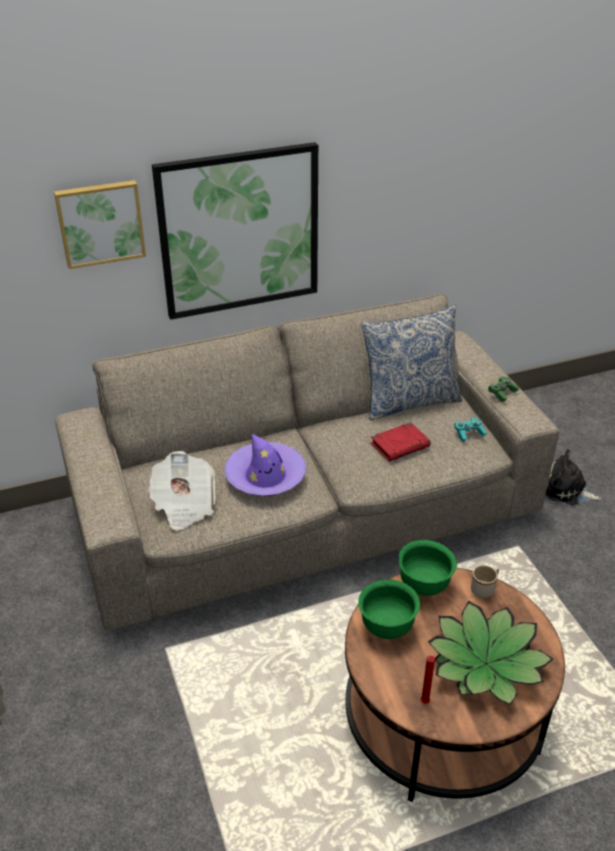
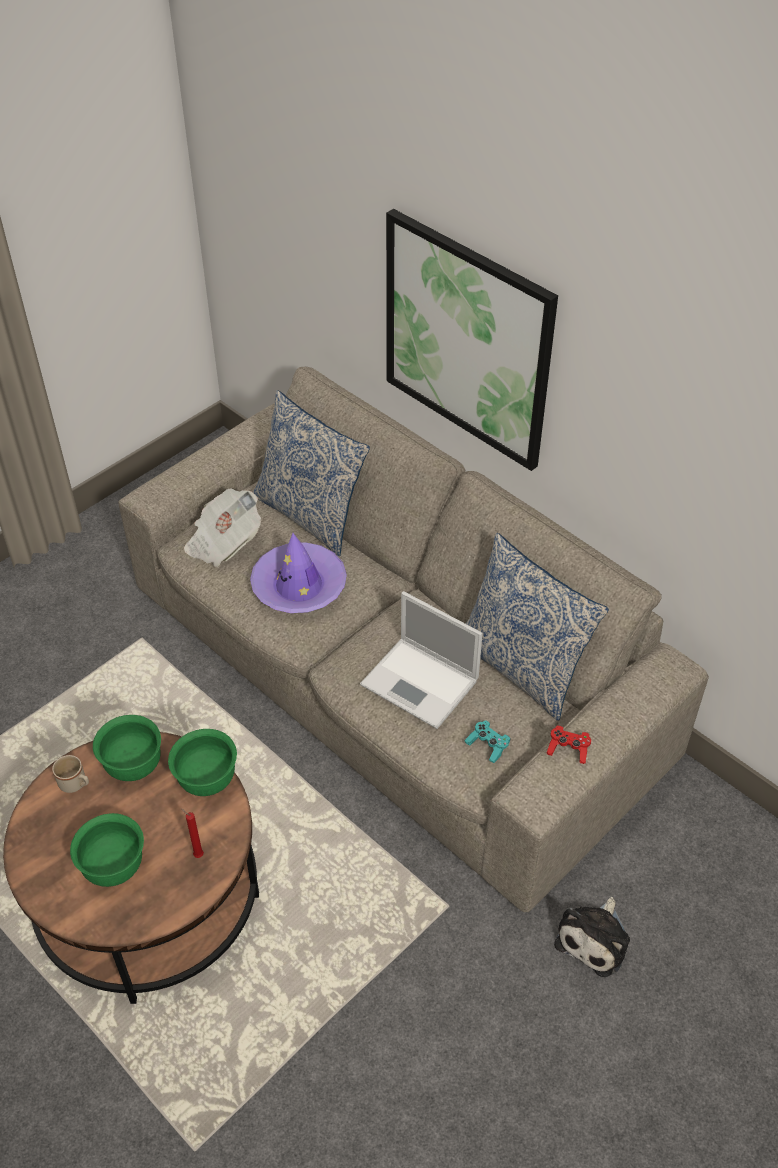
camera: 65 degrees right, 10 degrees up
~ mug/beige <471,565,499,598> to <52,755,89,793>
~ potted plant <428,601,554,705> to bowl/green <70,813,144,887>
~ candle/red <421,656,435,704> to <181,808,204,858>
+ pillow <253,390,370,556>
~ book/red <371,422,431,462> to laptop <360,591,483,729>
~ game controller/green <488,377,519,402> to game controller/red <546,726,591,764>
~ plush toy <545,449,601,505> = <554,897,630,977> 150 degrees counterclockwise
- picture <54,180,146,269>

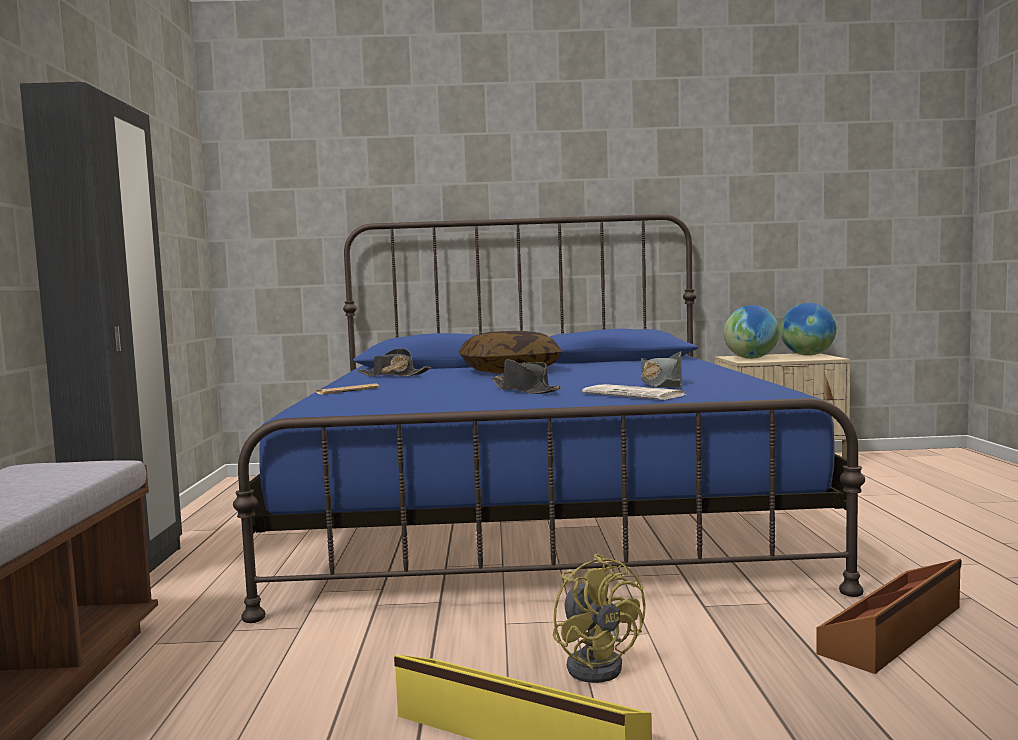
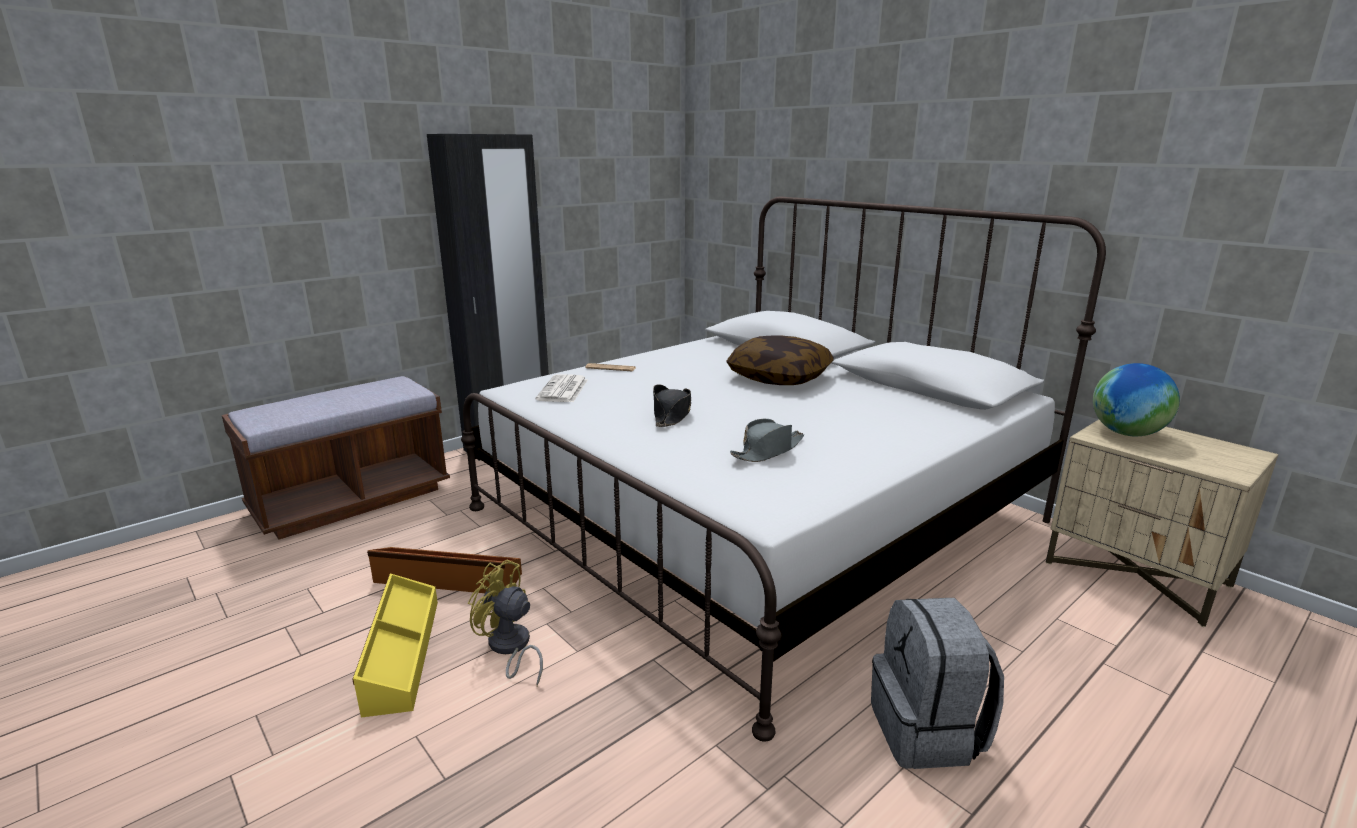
camera: 50 degrees right, 15 degrees up
~ storage box/brown <816,559,961,674> to <367,547,522,593>
~ bed/blue <233,214,865,623> to bed/white <461,197,1106,742>
~ fan/yellow <553,554,646,683> = <468,559,543,686> 90 degrees clockwise
~ newspaper <582,384,685,400> to <536,374,588,402>
+ backpack/grey <871,598,1004,769>
- hat/black <358,348,431,377>
- globe <780,303,837,356>

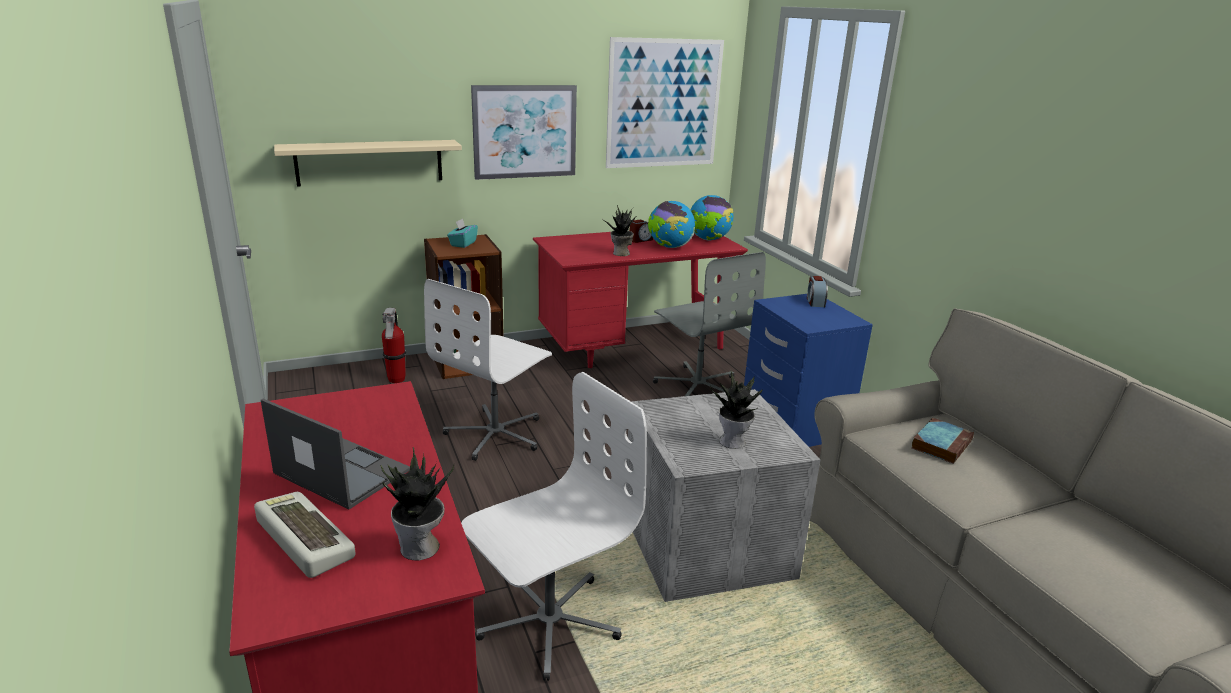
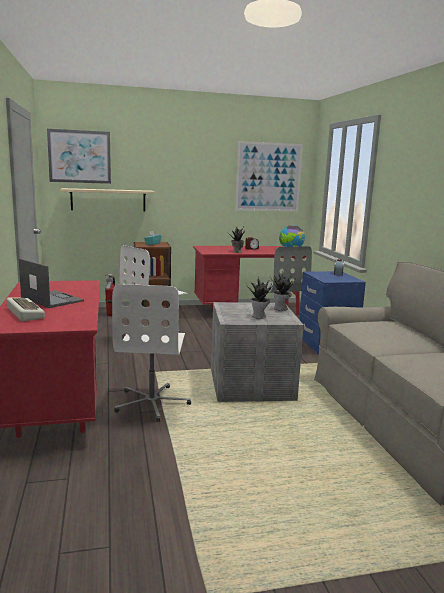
camera: 10 degrees right, 10 degrees down
~ picture <471,85,577,180> to <47,129,111,184>
~ office chair/white <461,372,647,681> = <112,284,191,422> 120 degrees clockwise
~ potted plant <381,447,454,560> to <271,271,296,311>
- globe <648,201,695,248>
- book <912,418,974,464>

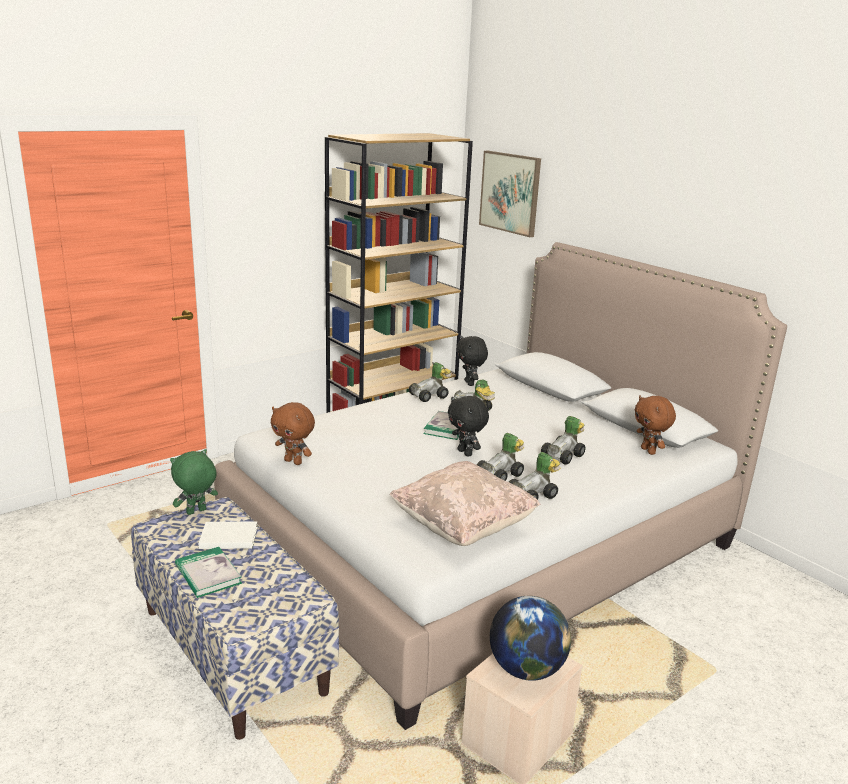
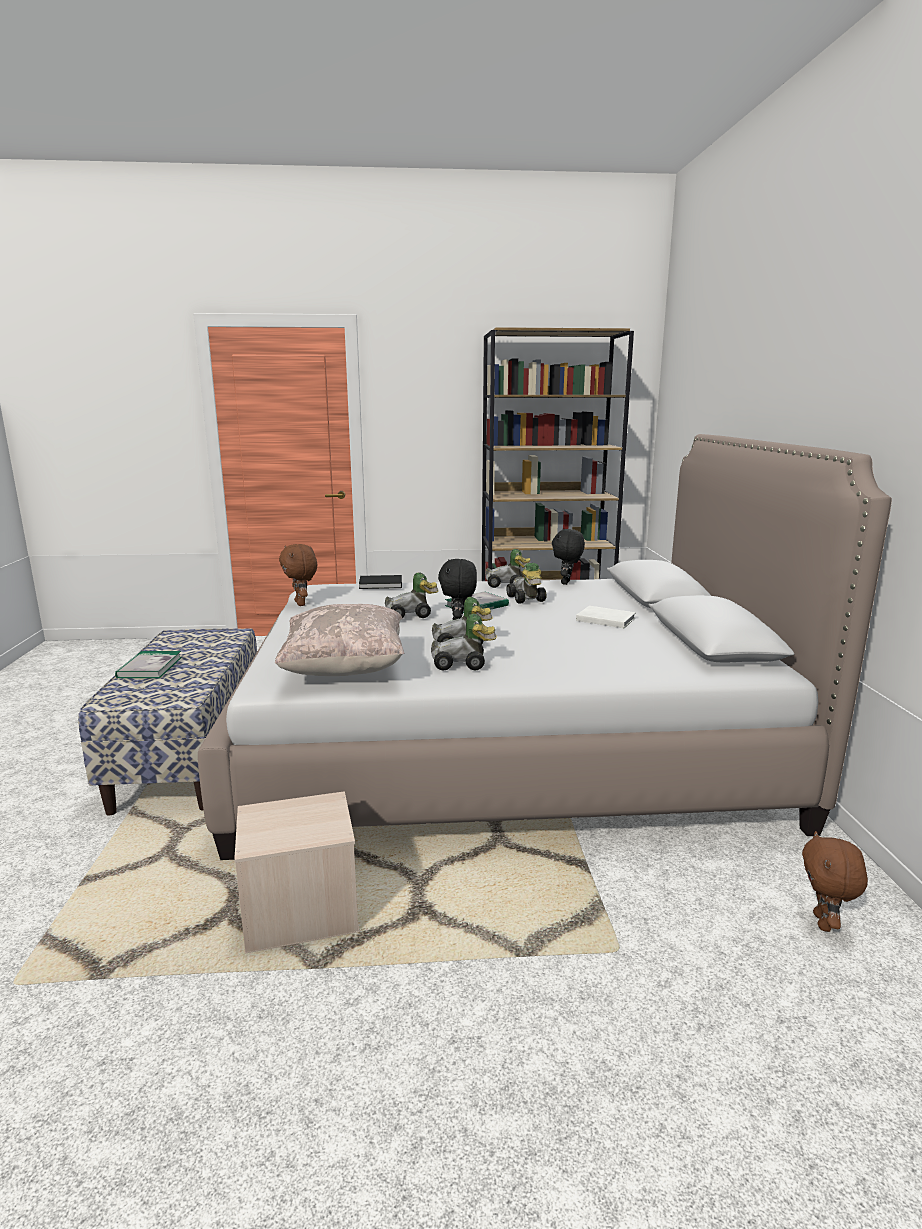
camera: 35 degrees right, 5 degrees down
+ book/black <359,575,402,589>
~ toy car <541,416,586,465> to <385,572,439,618>
~ book/white <198,522,257,549> to <576,606,636,628>
~ plush toy/brown <634,395,676,455> to <802,831,868,932>
- plush toy/green <170,449,218,515>
- picture <479,151,541,237>
- globe <490,596,571,681>

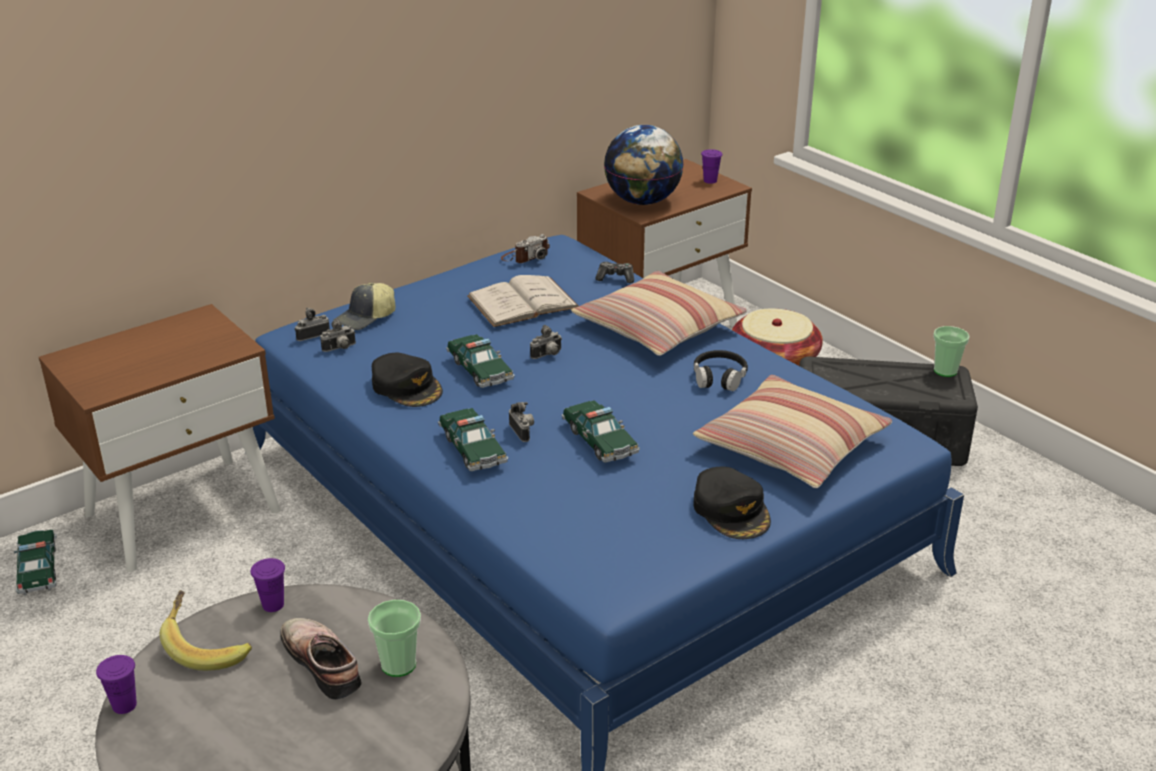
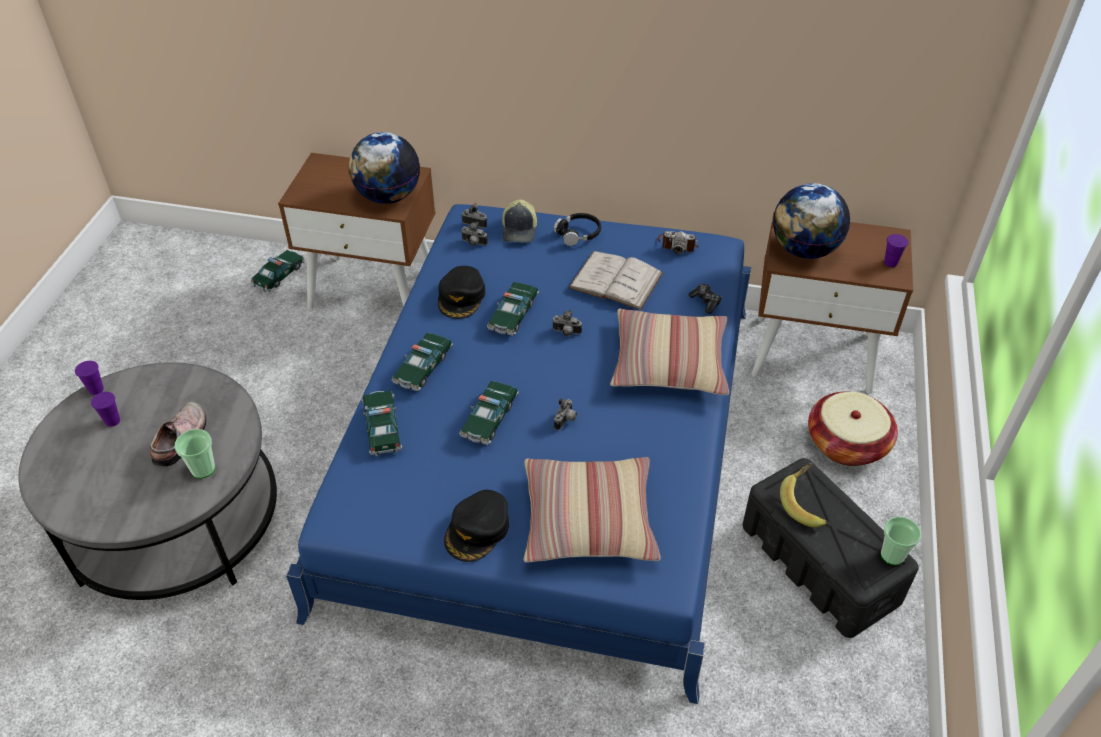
camera: 50 degrees right, 15 degrees up
~ cup/purple <251,558,285,612> to <91,392,120,427>
+ globe <349,132,420,204>
+ toy car <361,391,402,456>
~ cap <334,283,396,330> = <502,199,537,243> 90 degrees counterclockwise
~ headphones/black <694,350,748,391> to <554,213,601,246>
~ photo camera <509,402,534,442> to <554,398,577,430>
~ banana <160,590,252,671> to <780,463,827,527>

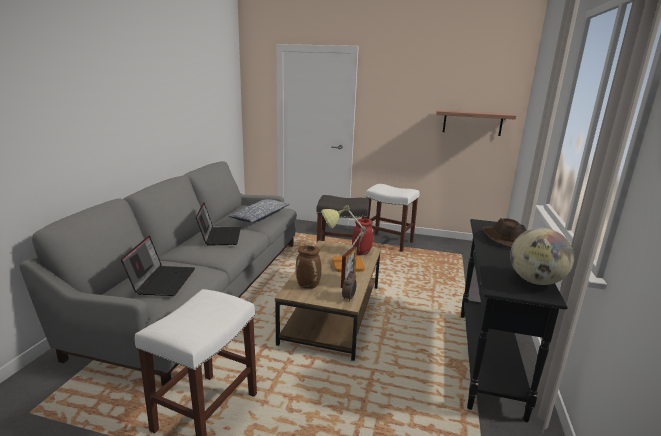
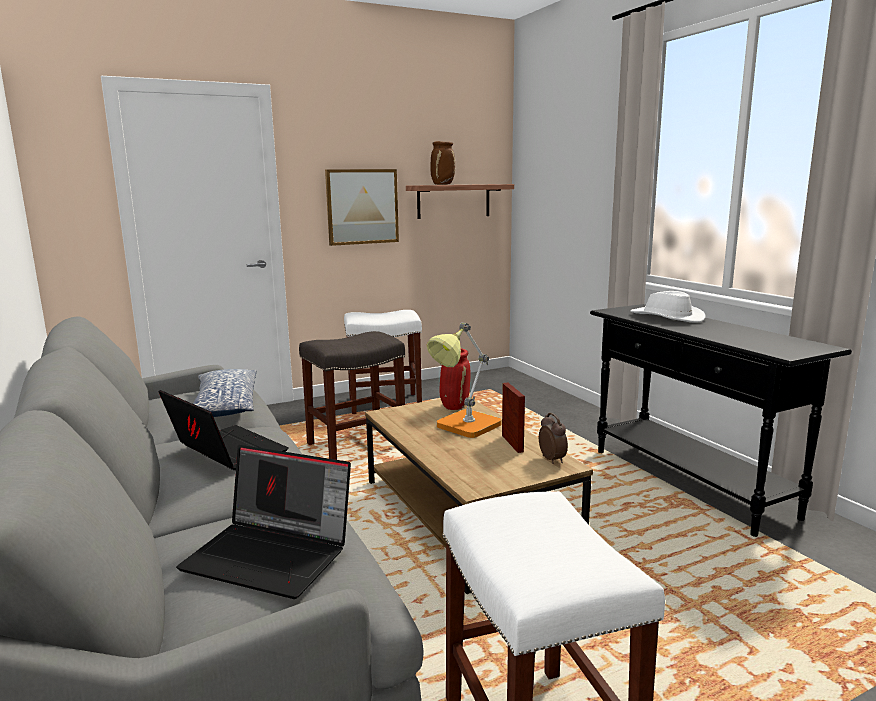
camera: 40 degrees left, 5 degrees down
~ laptop <121,235,195,296> = <176,445,351,599> 150 degrees clockwise
+ picture <325,169,399,246>
~ vase/brown <296,245,321,289> to <430,141,455,185>
~ hat/brown <482,218,525,248> to hat/white <630,291,705,323>
- globe <510,228,574,285>

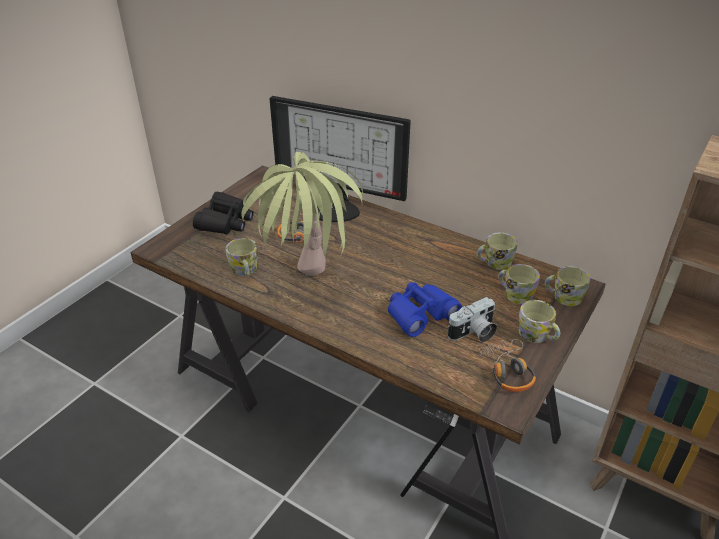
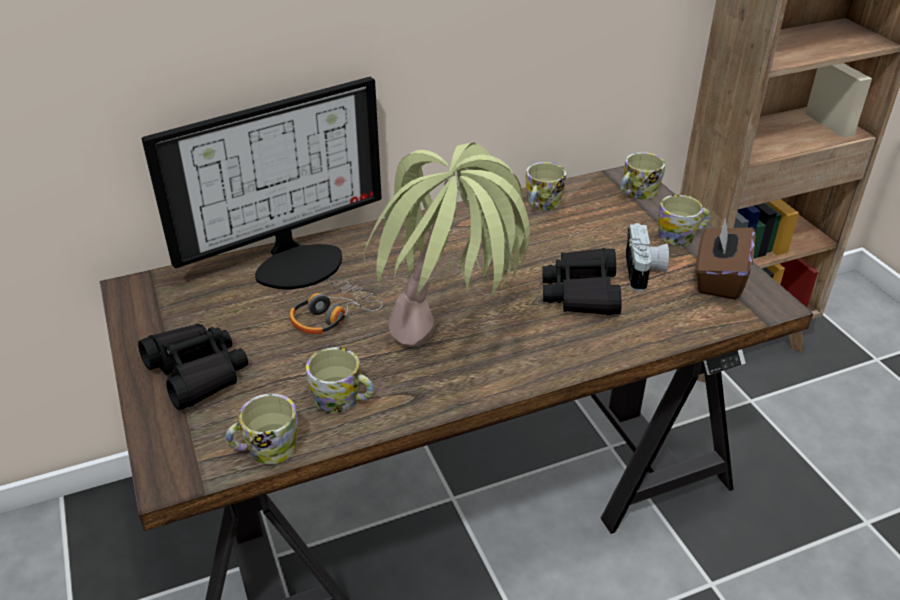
camera: 55 degrees left, 0 degrees up
~ mug <498,264,540,304> to <225,394,298,464>
~ binoculars/blue <388,282,462,337> to binoculars/black <542,248,622,315>
~ headphones <474,339,536,392> to tissue box/brown <696,218,756,300>

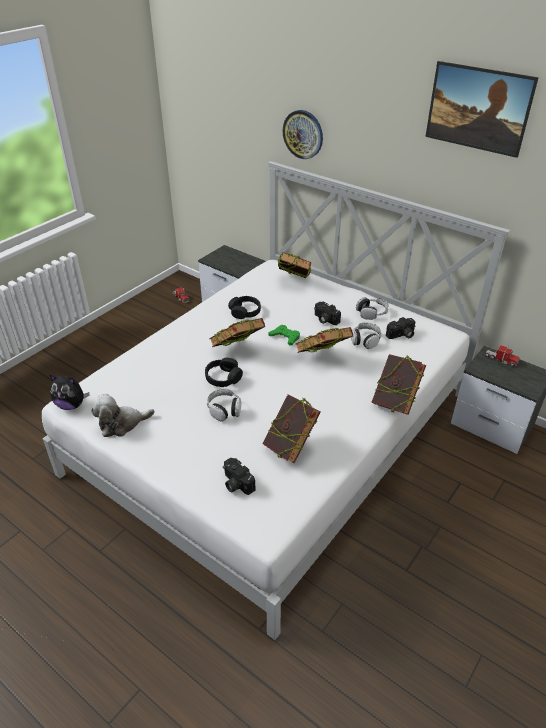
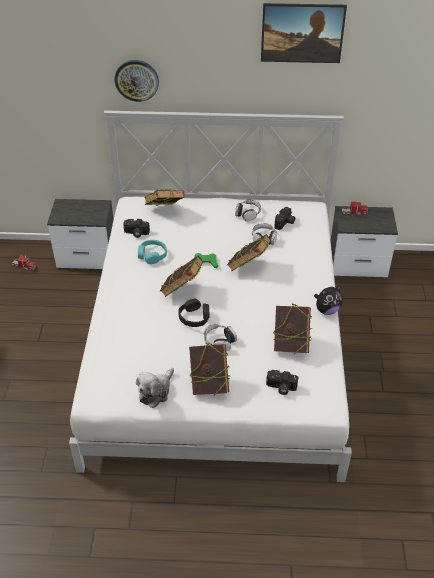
camera: 35 degrees left, 5 degrees up
~ photo camera <314,302,341,325> to <123,219,150,238>
~ headphones/black <228,296,261,319> to headphones/turquoise <138,240,167,264>
~ book <372,354,426,415> to <189,342,230,396>
~ plush toy <50,375,89,410> to <314,285,343,315>

